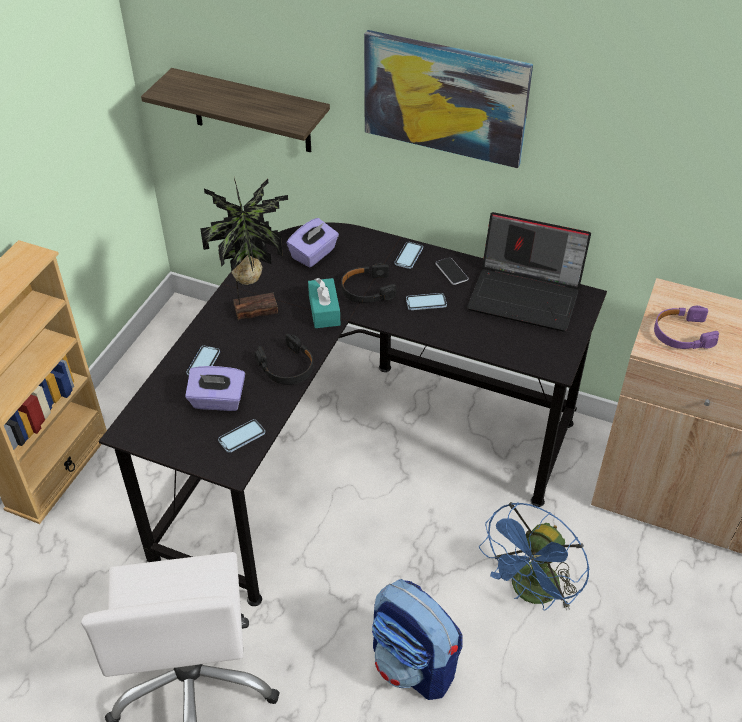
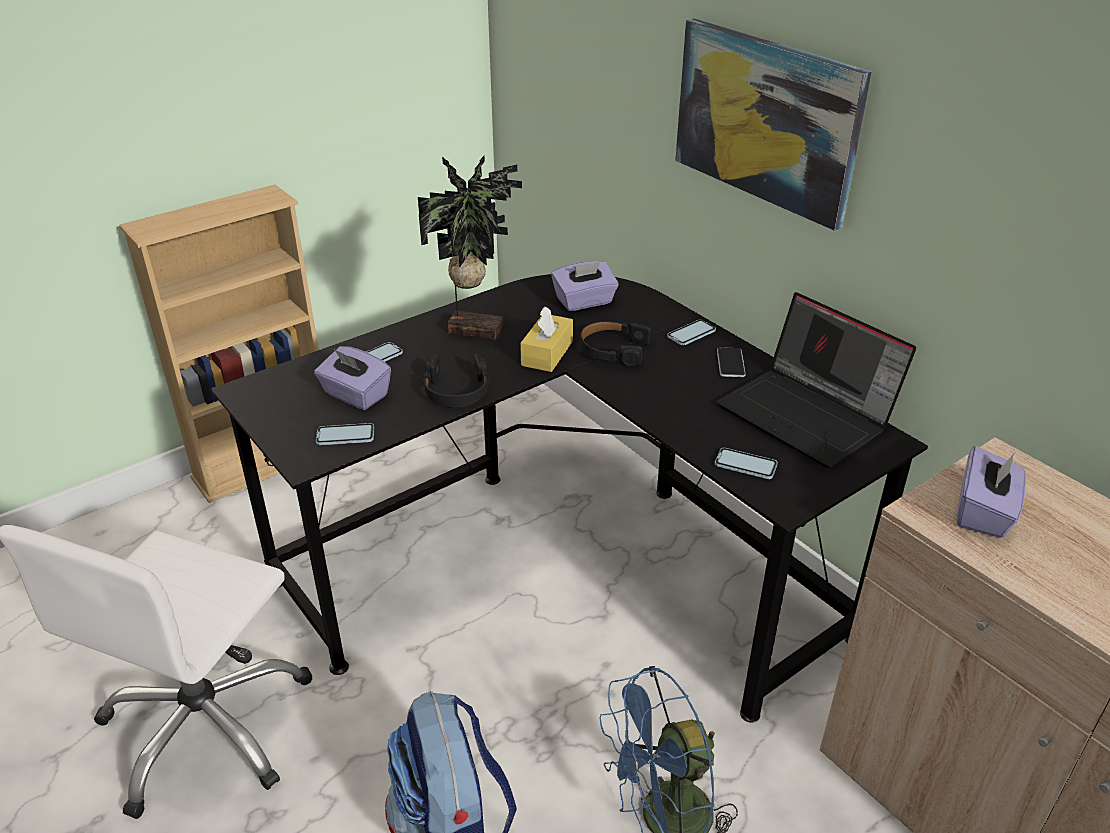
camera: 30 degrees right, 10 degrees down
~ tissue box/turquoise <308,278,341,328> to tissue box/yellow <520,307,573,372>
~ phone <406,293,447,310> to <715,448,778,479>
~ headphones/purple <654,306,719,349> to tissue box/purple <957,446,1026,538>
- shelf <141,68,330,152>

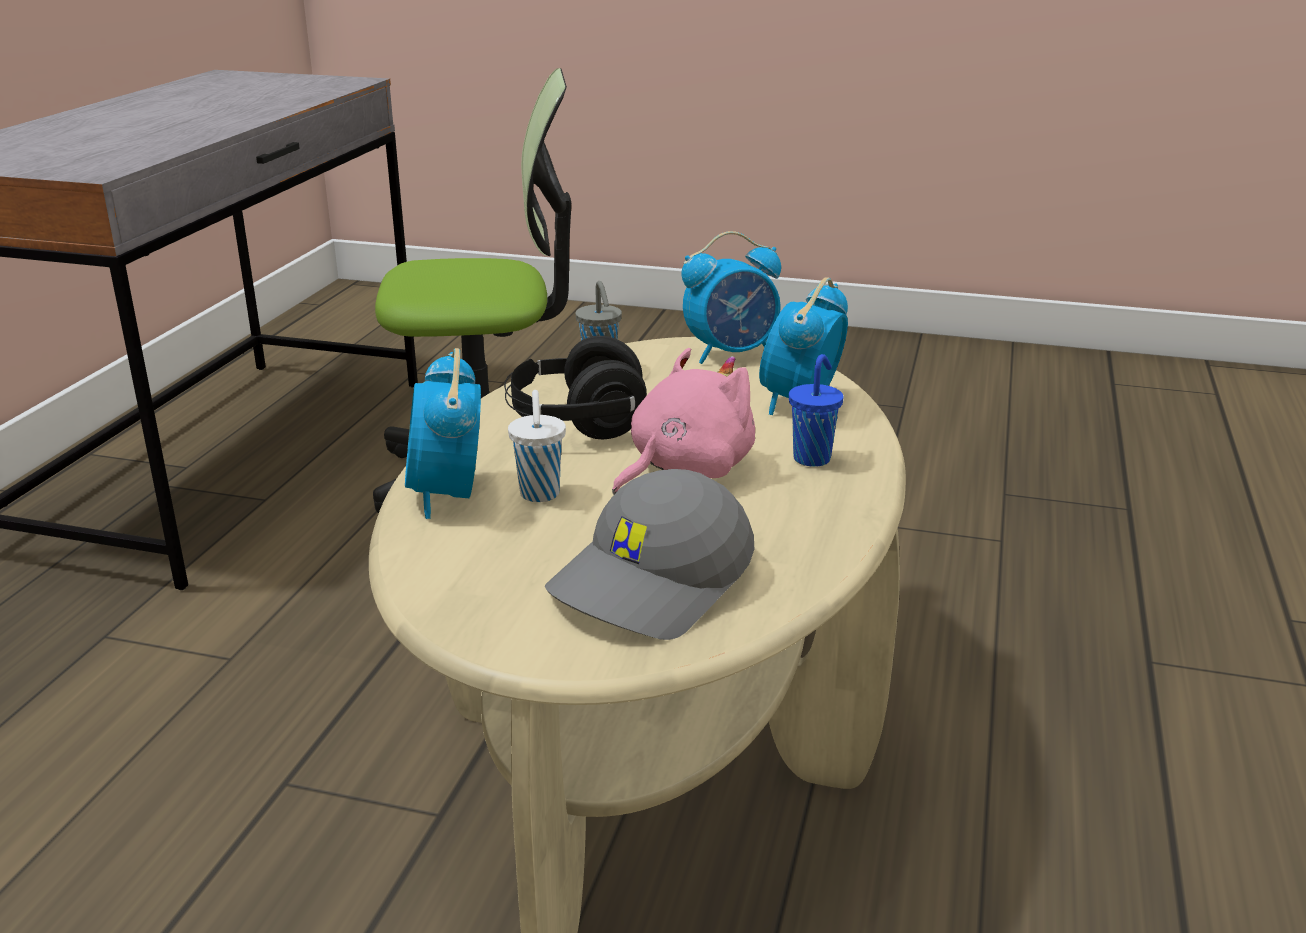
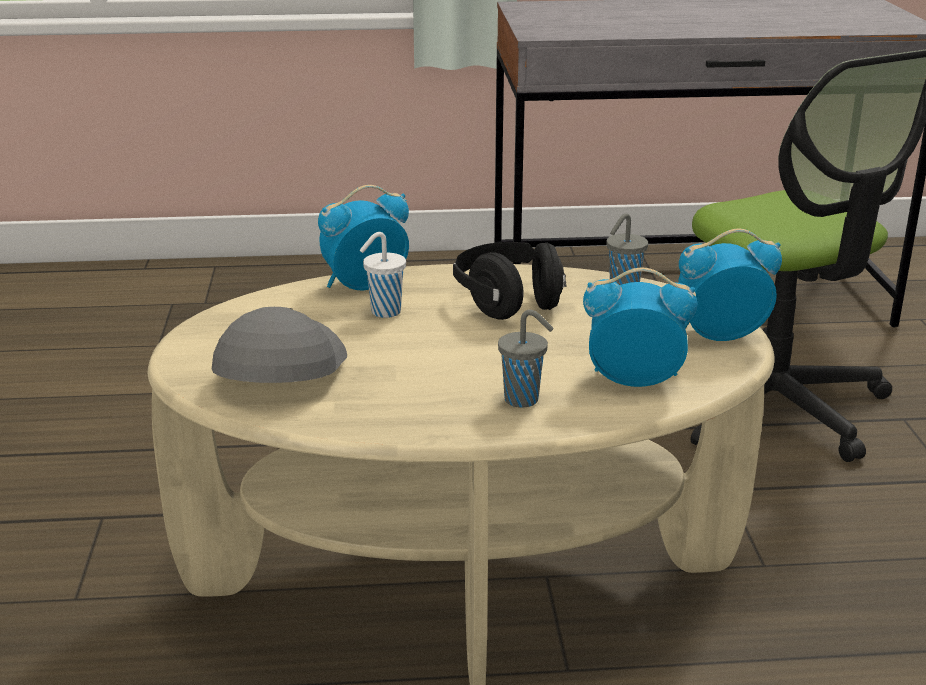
camera: 70 degrees right, 0 degrees up
~ cap/grey <545,469,754,640> = <212,307,347,383> 75 degrees clockwise
~ cup/blue <789,354,843,467> to cup/grey <498,310,554,408>
~ alarm clock <682,231,781,364> = <678,229,782,341> 120 degrees clockwise
- plush toy/pink <612,348,755,495>

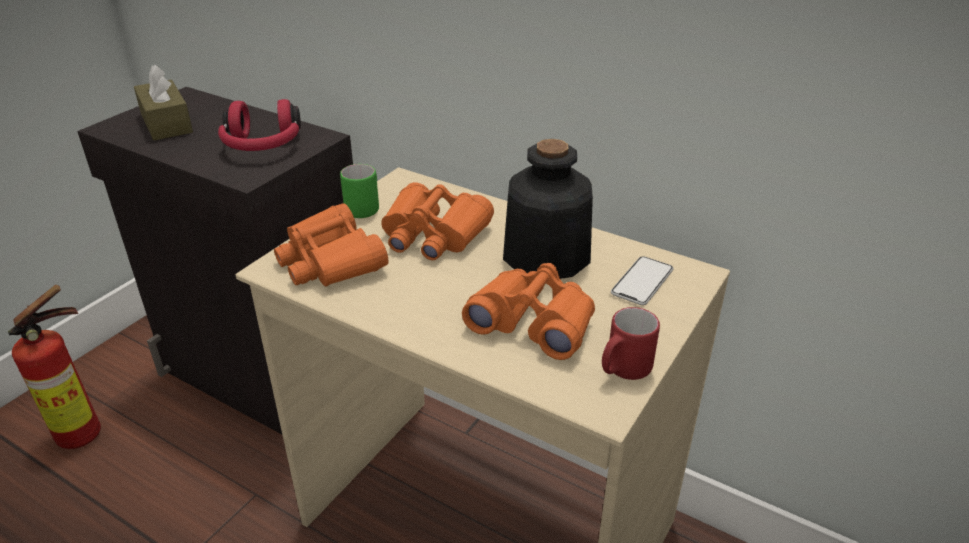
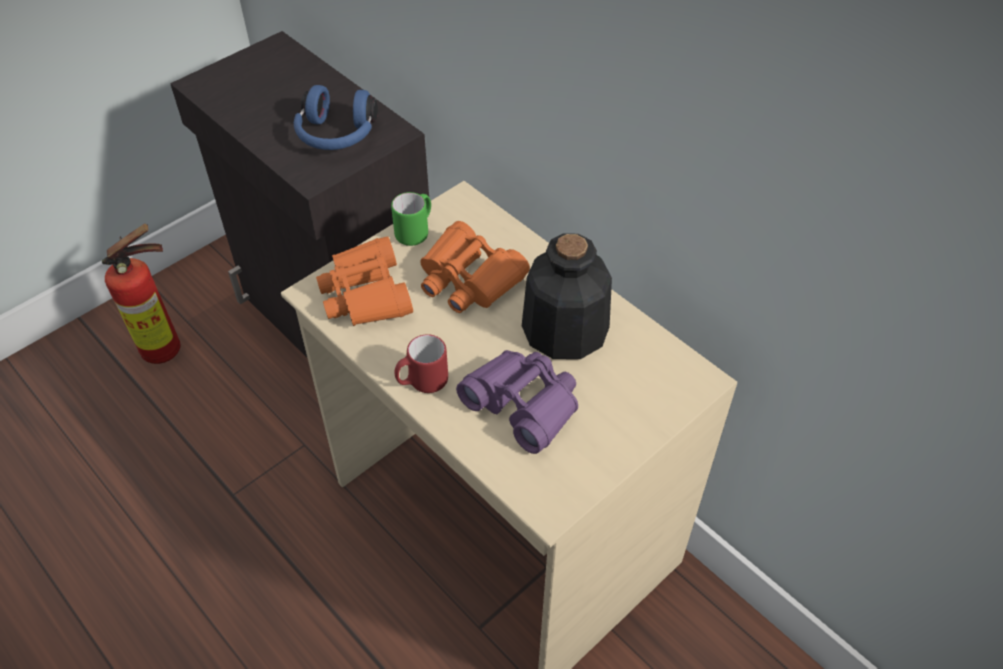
camera: 15 degrees right, 15 degrees up
~ headphones/red <218,99,301,151> to headphones/blue <294,85,378,150>
~ mug/red <602,307,660,380> to <394,334,448,393>
~ binoculars/orange <462,263,595,360> to binoculars/purple <456,350,578,454>
- tissue box/brown <134,65,193,141>
- phone <611,256,673,305>

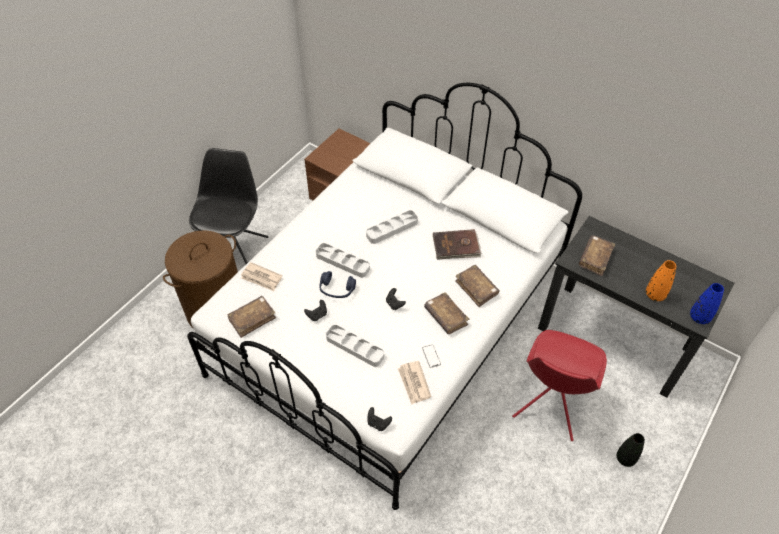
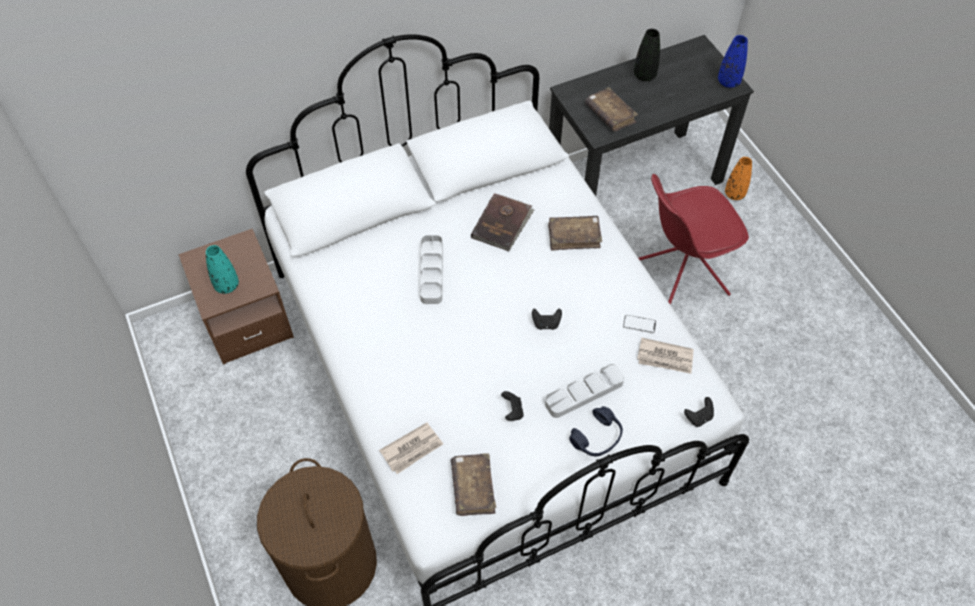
camera: 60 degrees left, 5 degrees up
+ vase/turquoise <206,245,239,294>
~ headphones/blue <319,271,356,298> to <569,406,623,456>
~ vase/black <617,433,645,467> to <634,29,660,81>
~ chair/red <512,330,607,441> = <639,174,749,305> 105 degrees clockwise
~ vase/orange <646,260,676,301> to <725,157,752,200>
- chair/black <189,148,268,264>
- tray/grey <316,243,370,278>
- book/brown <424,292,469,334>

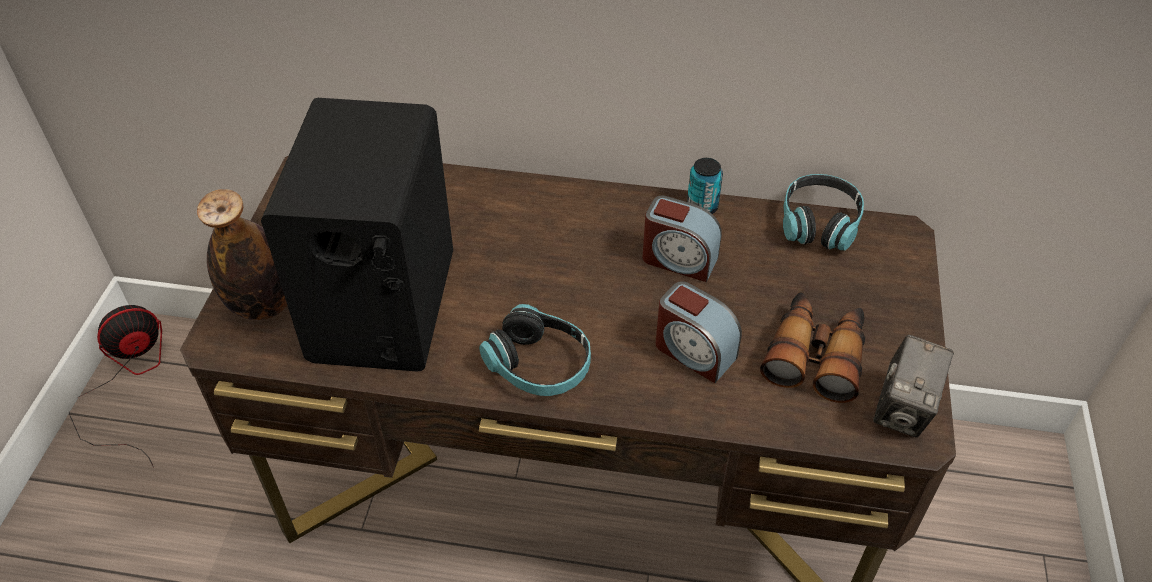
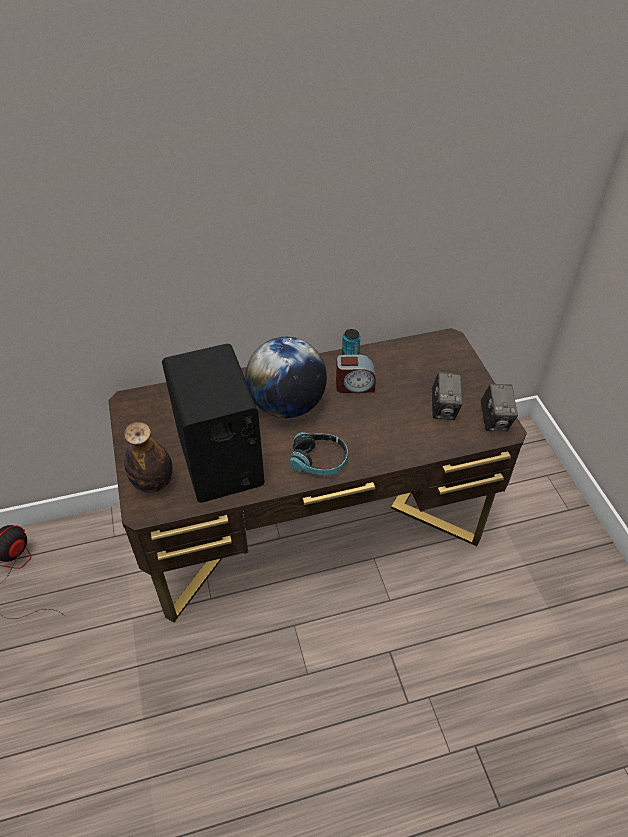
camera: 25 degrees left, 0 degrees up
+ globe <245,337,327,418>
~ binoculars <760,292,865,403> to photo camera <431,372,462,420>
- alarm clock <656,281,742,383>
- headphones <783,174,864,250>

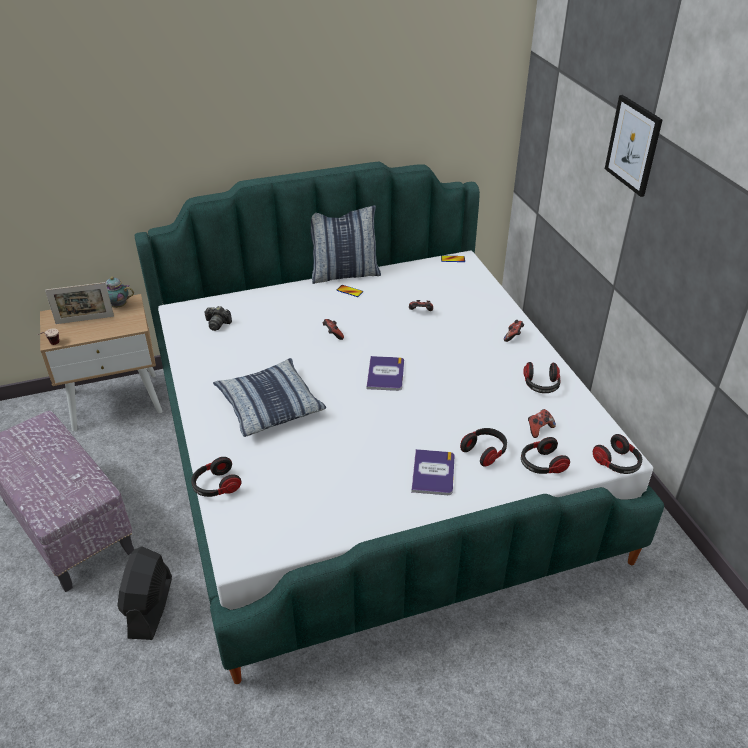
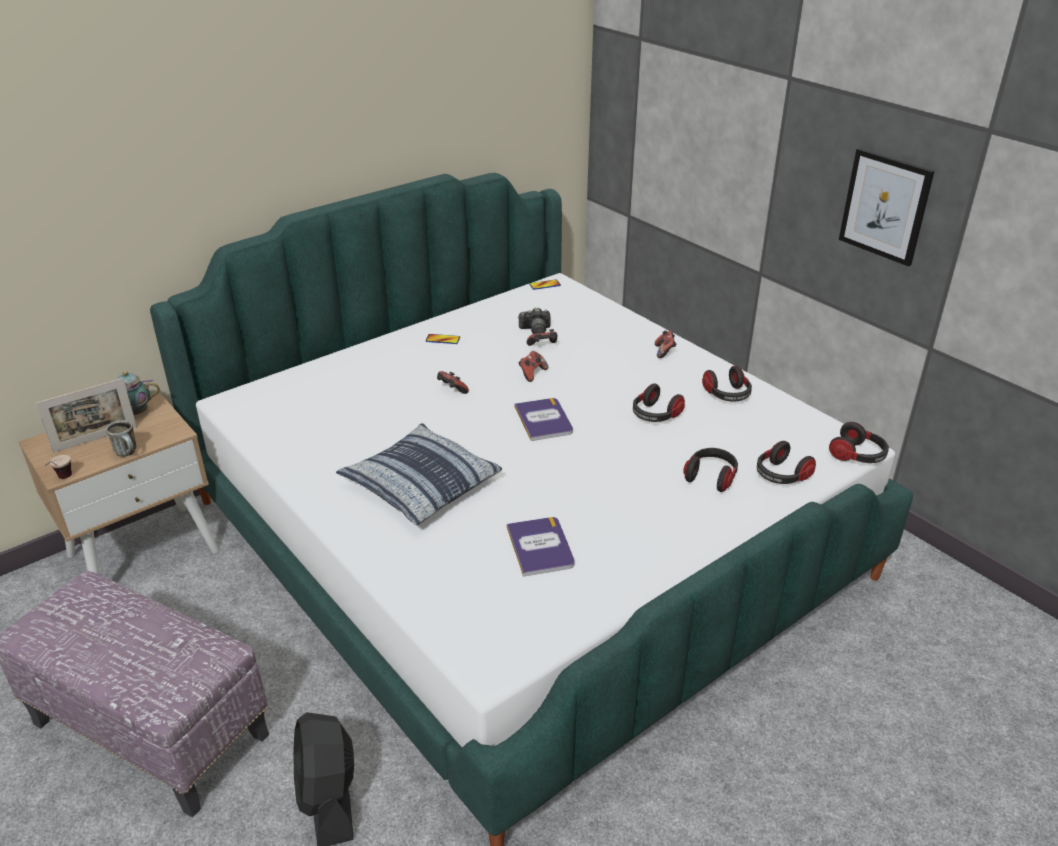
camera: 20 degrees left, 5 degrees down
+ mug <106,420,137,457>
~ book <411,449,454,495> to <507,517,575,577>
~ photo camera <204,306,232,331> to <518,307,551,334>
~ game controller <528,409,556,438> to <518,351,548,382>
~ headphones <191,457,241,497> to <633,384,685,422>
~ picture <605,95,663,197> to <839,148,934,267>
- pillow <310,205,381,284>

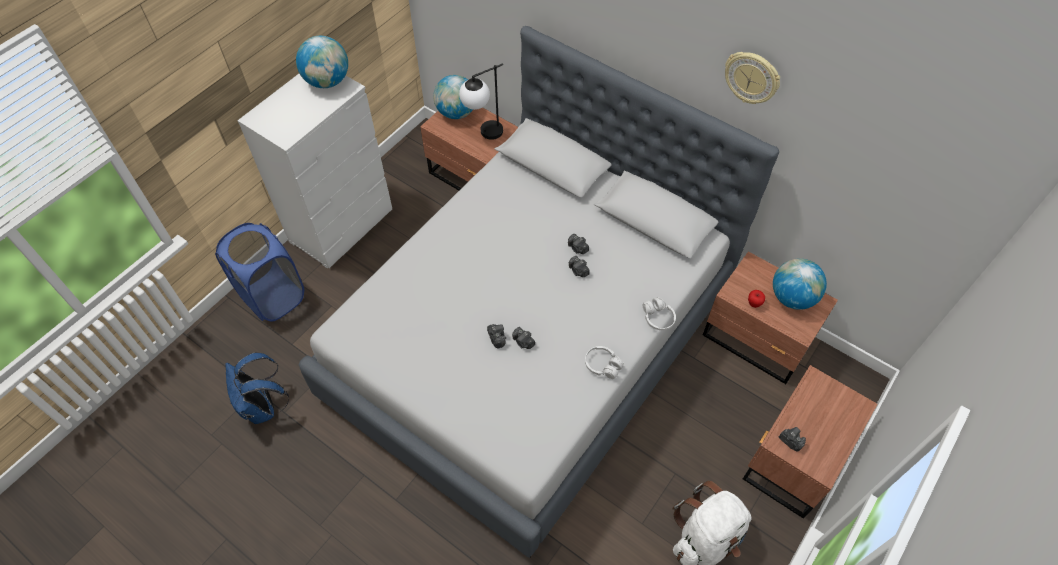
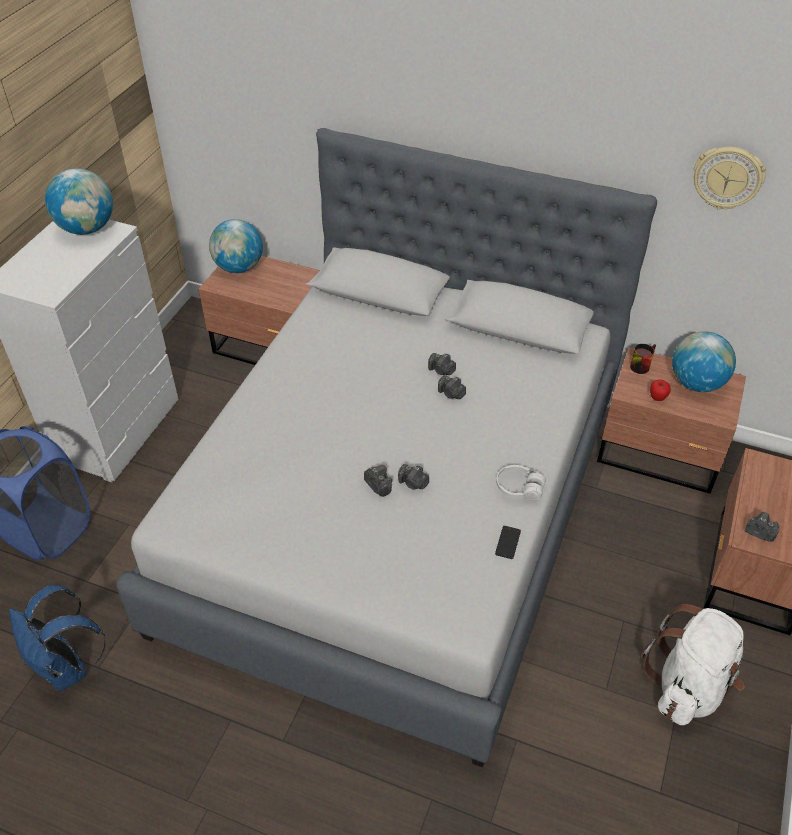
camera: 15 degrees left, 10 degrees down
+ phone <495,526,521,559>
+ mug <630,344,656,374>
~ wall clock <725,52,780,104> to <694,147,766,210>
- table lamp <459,63,503,140>
- headphones/white <643,297,676,330>

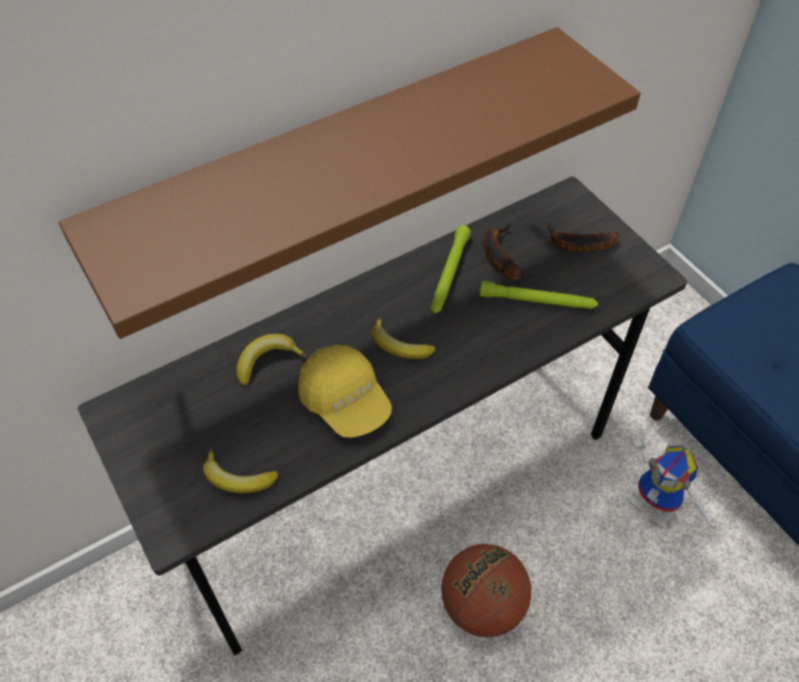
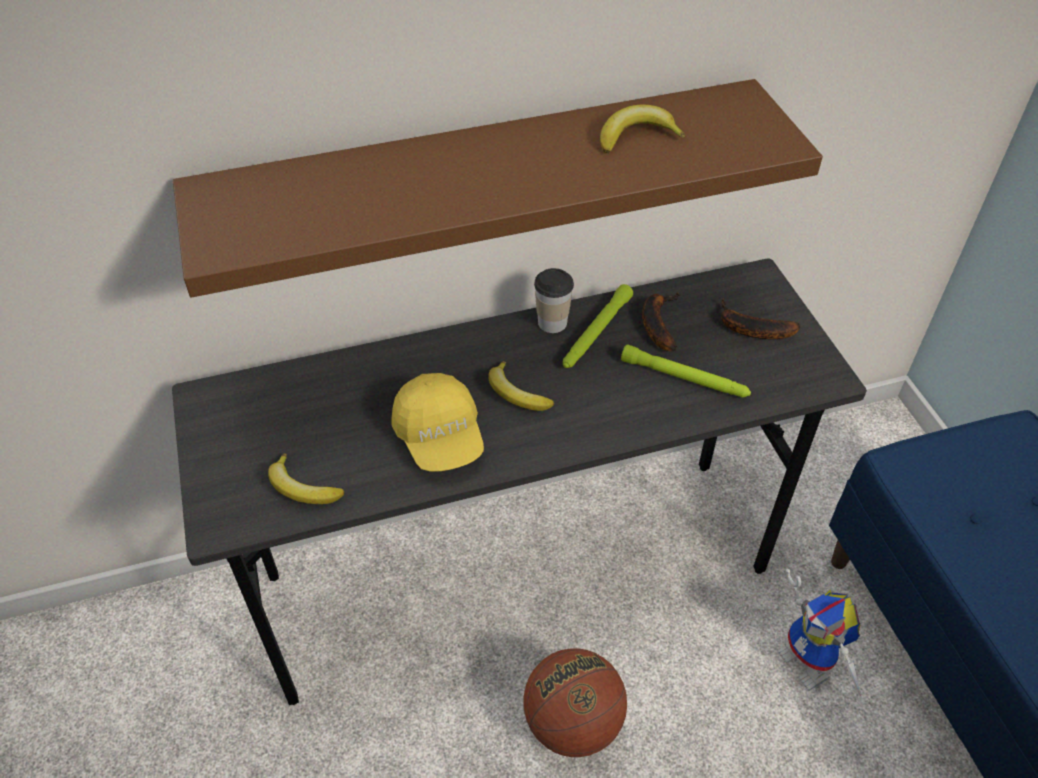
camera: 15 degrees right, 5 degrees down
+ cup <534,268,574,333>
~ banana <237,334,306,386> to <600,105,685,153>

